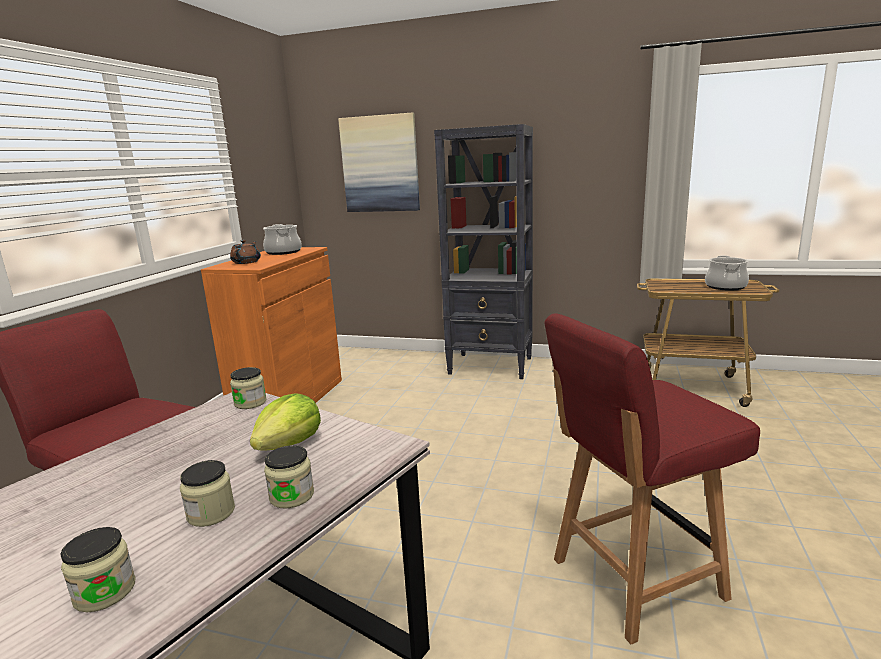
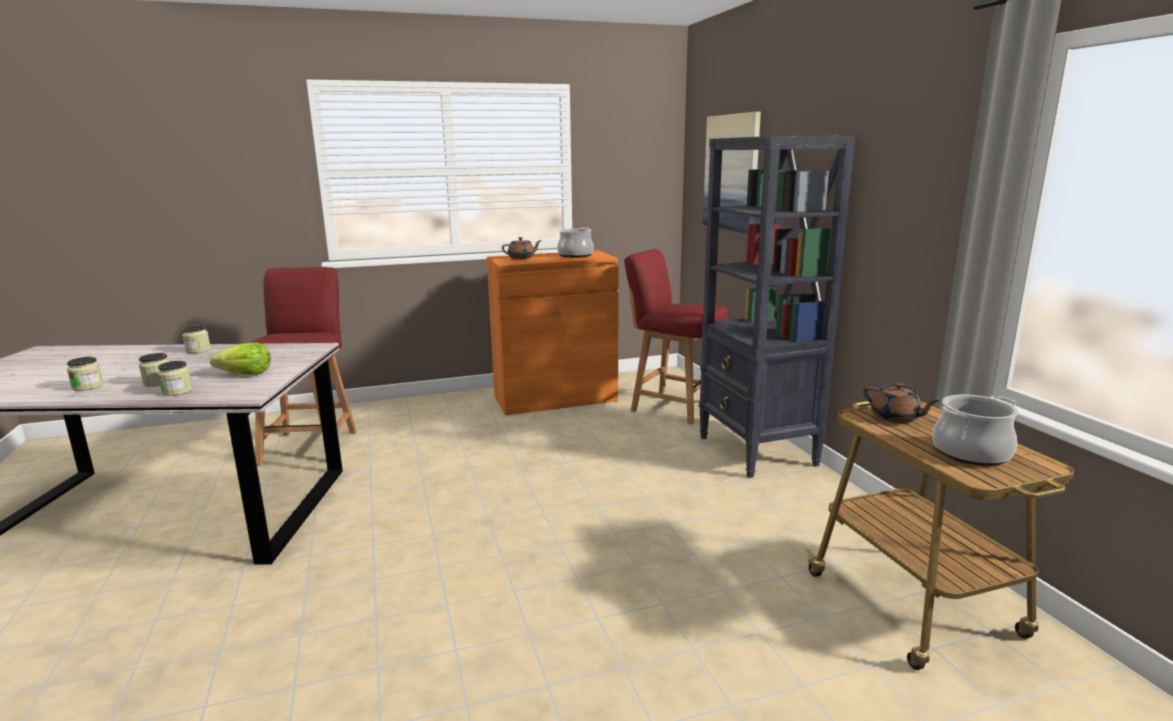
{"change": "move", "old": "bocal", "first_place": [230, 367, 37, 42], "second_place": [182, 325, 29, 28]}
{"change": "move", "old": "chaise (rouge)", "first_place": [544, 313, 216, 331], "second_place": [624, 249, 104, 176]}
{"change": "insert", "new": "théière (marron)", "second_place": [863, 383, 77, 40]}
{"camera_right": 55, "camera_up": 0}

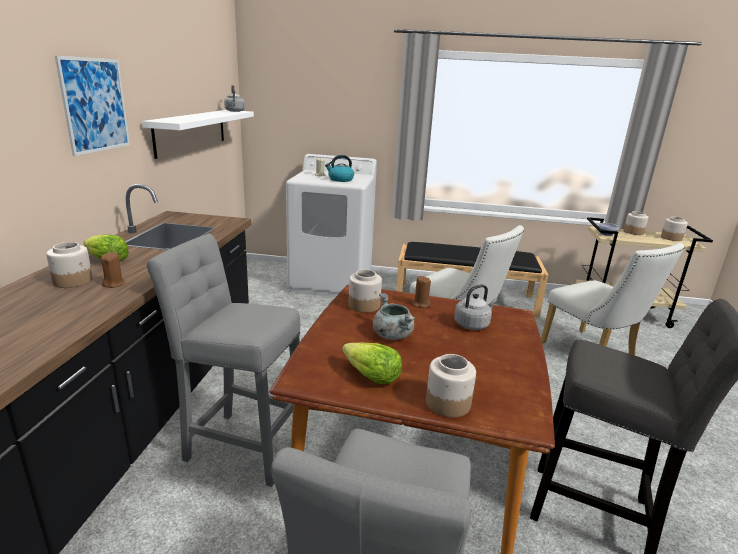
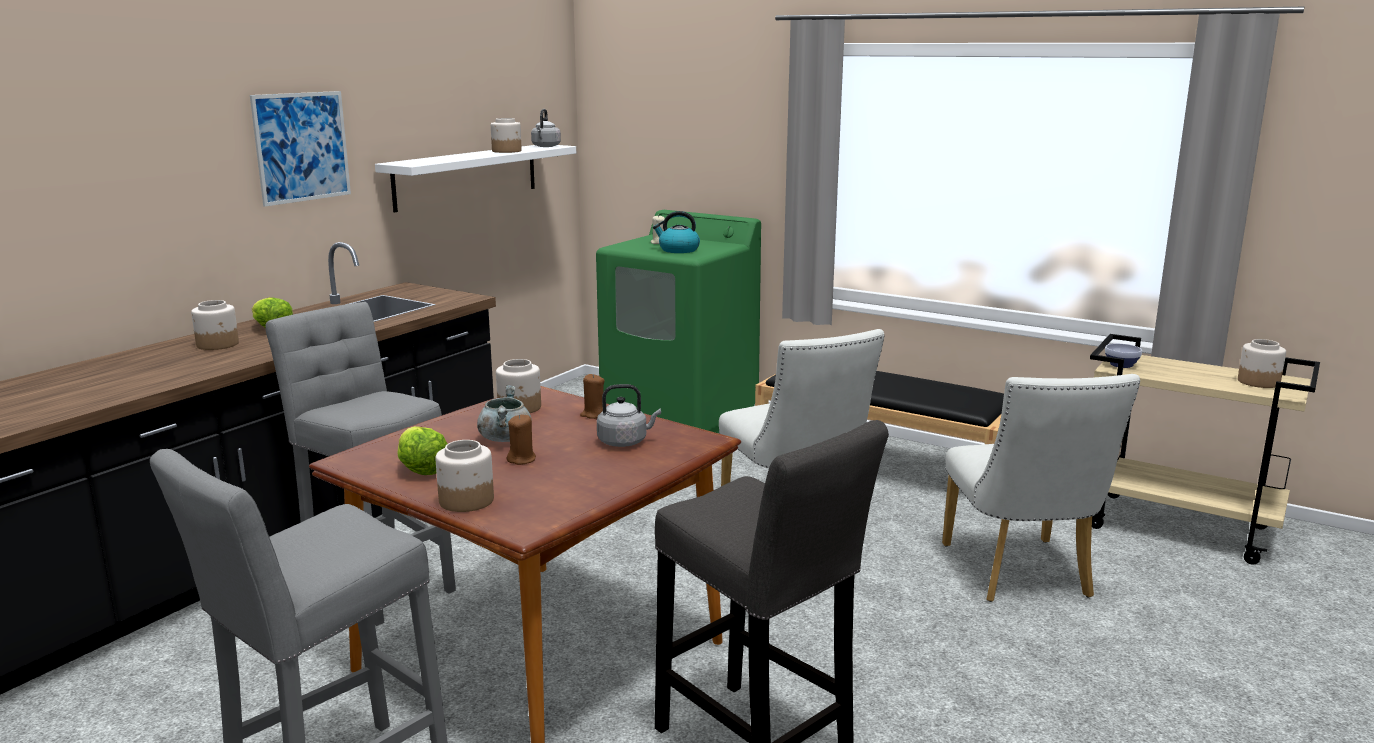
{"change": "move", "old": "bougie (marron)", "first_place": [101, 252, 24, 36], "second_place": [507, 414, 29, 51]}
{"change": "recolor", "old": "lave-linge (blanc)", "new": "lave-linge (vert)", "first_place": [286, 154, 91, 143], "second_place": [596, 210, 165, 223]}
{"change": "move", "old": "bocal", "first_place": [623, 211, 25, 24], "second_place": [491, 118, 31, 35]}
{"camera_right": 25, "camera_up": -5}

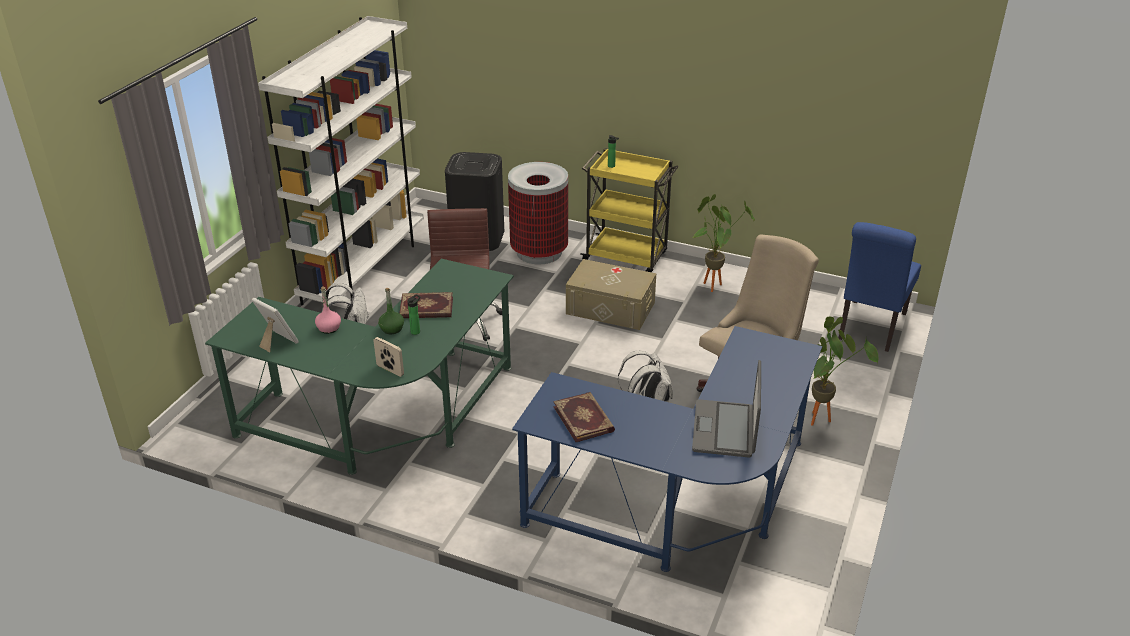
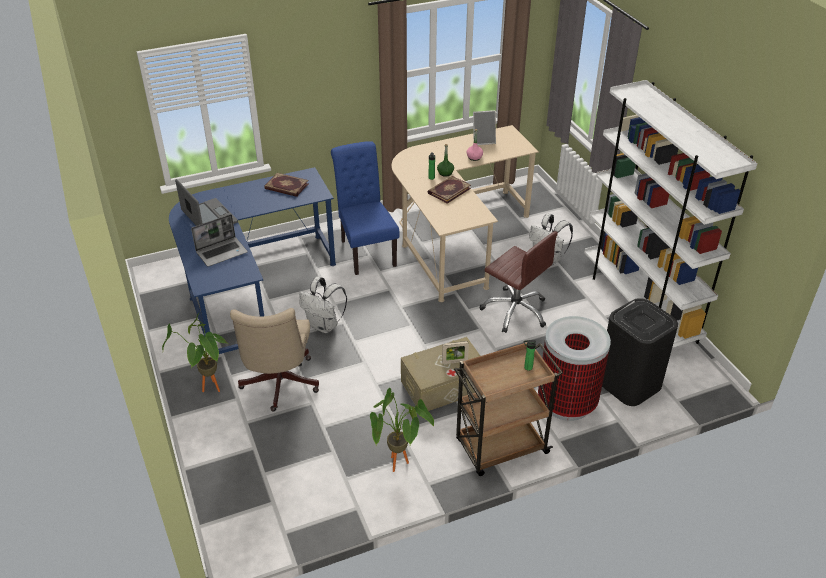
{"change": "recolor", "old": "bureau (vert)", "new": "bureau (beige)", "first_place": [205, 259, 309, 216], "second_place": [392, 125, 147, 177]}
{"change": "move", "old": "cadre photo", "first_place": [373, 337, 31, 40], "second_place": [442, 341, 27, 23]}
{"change": "recolor", "old": "chariot (jaune)", "new": "chariot (marron)", "first_place": [580, 148, 98, 124], "second_place": [454, 342, 109, 134]}
{"change": "move", "old": "chaise (bleu)", "first_place": [838, 222, 83, 130], "second_place": [331, 141, 68, 134]}
{"change": "insert", "new": "ordinateur portable", "second_place": [191, 214, 57, 53]}
{"camera_right": 135, "camera_up": 5}

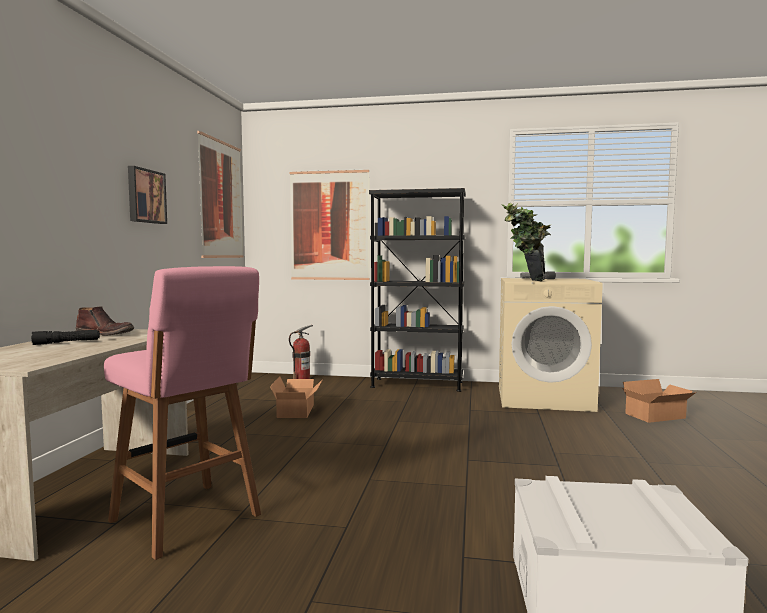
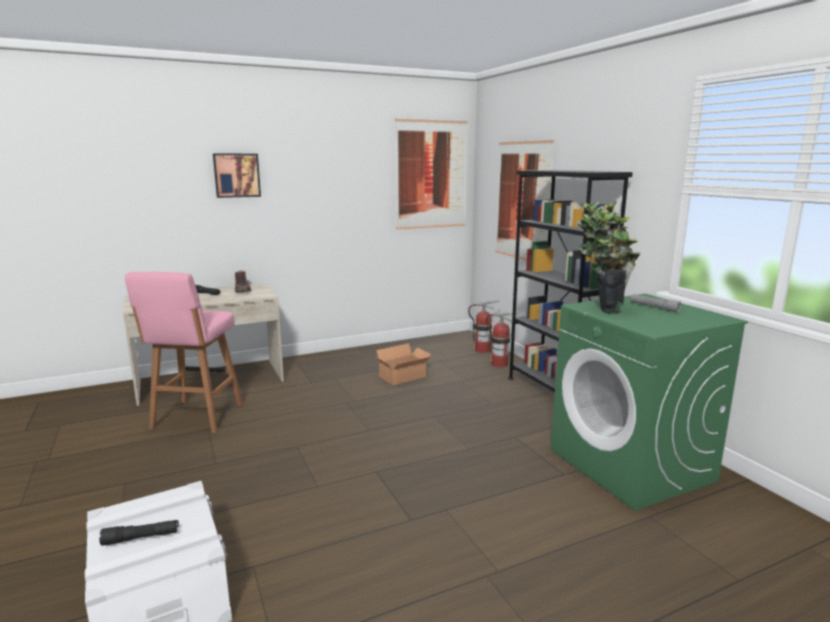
{"change": "move", "old": "tableau", "first_place": [128, 166, 39, 58], "second_place": [213, 154, 48, 44]}
{"change": "recolor", "old": "lave-linge (beige)", "new": "lave-linge (vert)", "first_place": [499, 278, 104, 134], "second_place": [551, 293, 197, 218]}
{"change": "delete", "old": "carton", "first_place": [623, 379, 74, 44]}
{"change": "insert", "new": "lampe de poche (noir)", "second_place": [99, 520, 80, 26]}
{"change": "insert", "new": "extincteur", "second_place": [486, 313, 32, 55]}
{"camera_right": 55, "camera_up": 10}

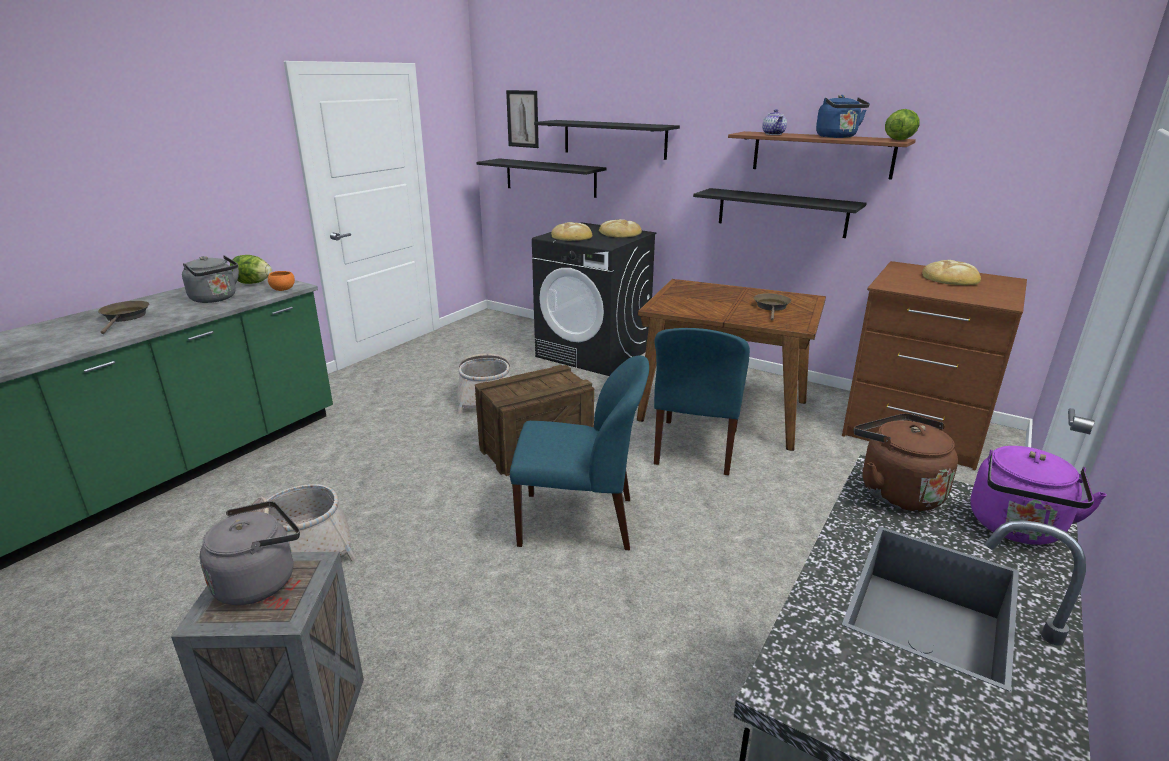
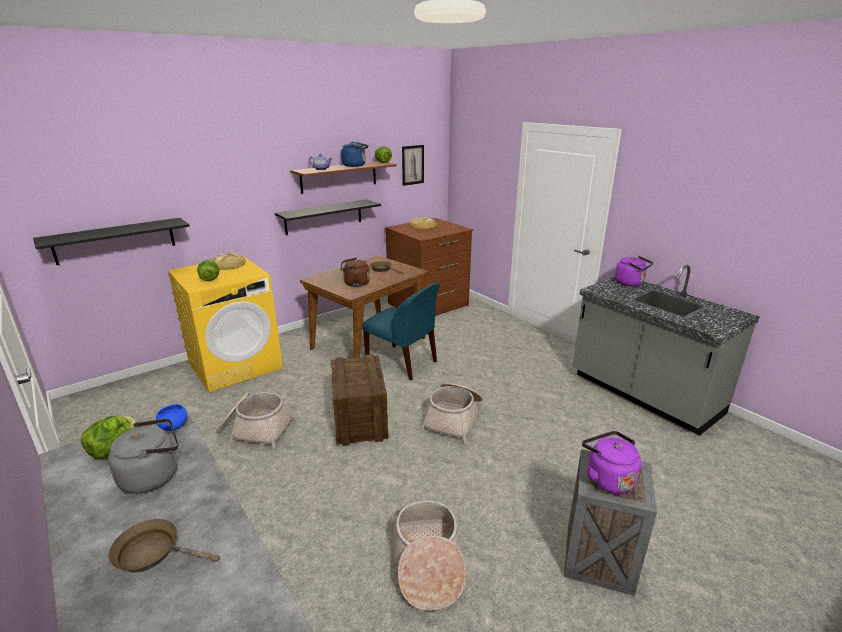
{"change": "recolor", "old": "bouilloire (gris)", "new": "bouilloire (violet)", "first_place": [199, 501, 101, 104], "second_place": [582, 431, 60, 63]}
{"change": "recolor", "old": "bol (orange)", "new": "bol (bleu)", "first_place": [268, 271, 27, 20], "second_place": [156, 404, 31, 27]}
{"change": "move", "old": "tableau", "first_place": [506, 90, 33, 58], "second_place": [402, 145, 22, 41]}
{"change": "replace", "old": "chaise (bleu)", "new": "panier", "first_place": [510, 356, 139, 194], "second_place": [420, 383, 63, 61]}
{"change": "recolor", "old": "lave-linge (noir)", "new": "lave-linge (jaune)", "first_place": [532, 222, 125, 154], "second_place": [168, 256, 115, 137]}
{"change": "delete", "old": "étagère (noir)", "first_place": [534, 120, 146, 40]}
{"change": "replace", "old": "pain", "new": "laitue", "first_place": [551, 222, 41, 19], "second_place": [197, 260, 22, 21]}
{"change": "move", "old": "bouilloire (marron)", "first_place": [854, 413, 104, 98], "second_place": [341, 258, 29, 29]}
{"camera_right": -70, "camera_up": 0}

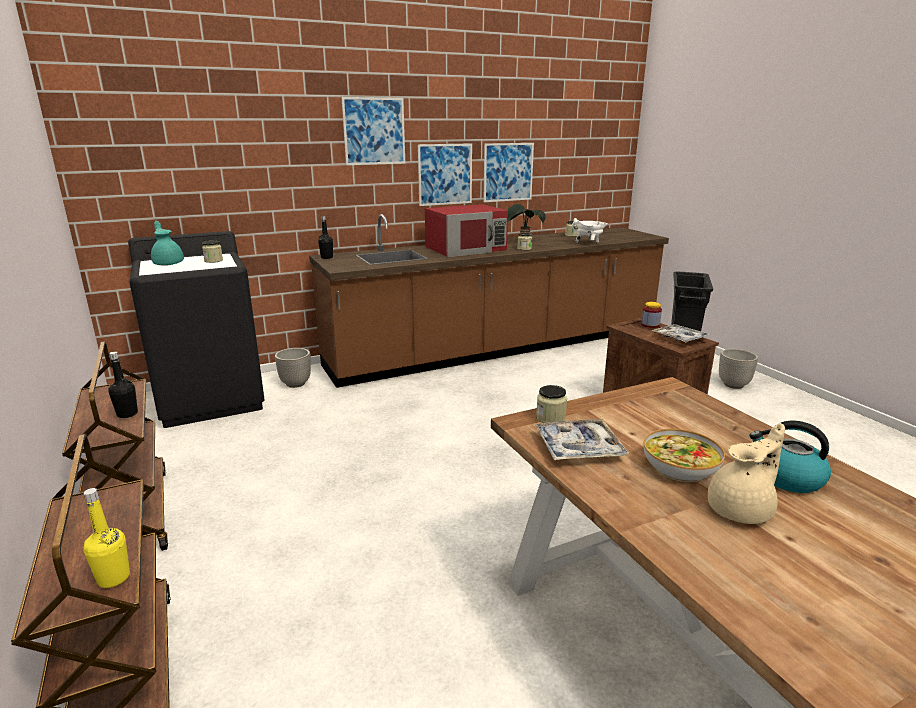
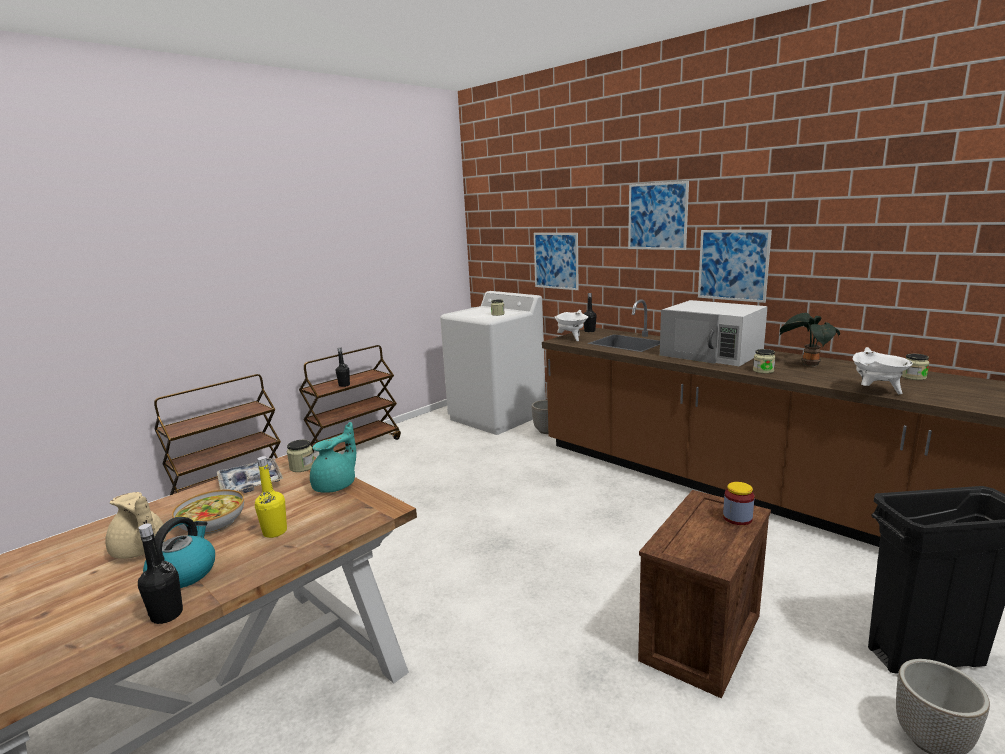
{"change": "move", "old": "bouteille (jaune)", "first_place": [83, 488, 47, 100], "second_place": [255, 456, 32, 82]}
{"change": "recolor", "old": "lave-linge (noir)", "new": "lave-linge (blanc)", "first_place": [128, 231, 137, 197], "second_place": [440, 291, 106, 144]}
{"change": "move", "old": "théière (turquoise)", "first_place": [151, 221, 33, 45], "second_place": [310, 422, 46, 71]}
{"change": "recolor", "old": "micro-ondes (rouge)", "new": "micro-ondes (blanc)", "first_place": [425, 204, 83, 53], "second_place": [660, 300, 108, 66]}
{"change": "move", "old": "tableau", "first_place": [483, 143, 51, 59], "second_place": [534, 233, 45, 57]}
{"change": "delete", "old": "plateau", "first_place": [651, 324, 59, 19]}
{"change": "insert", "new": "bouteille (noir)", "second_place": [138, 523, 45, 101]}
{"change": "insert", "new": "marmite (blanc)", "second_place": [555, 310, 33, 31]}
{"camera_right": 70, "camera_up": -5}

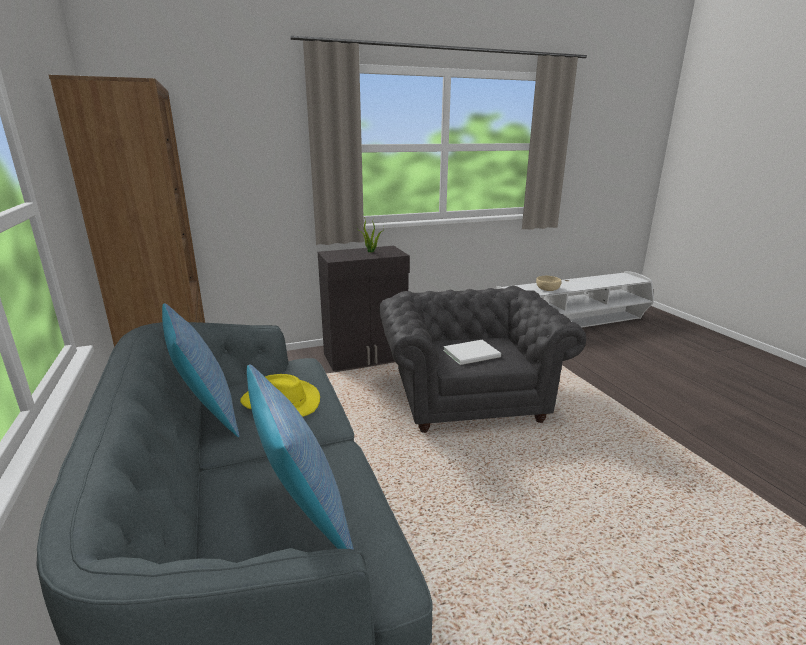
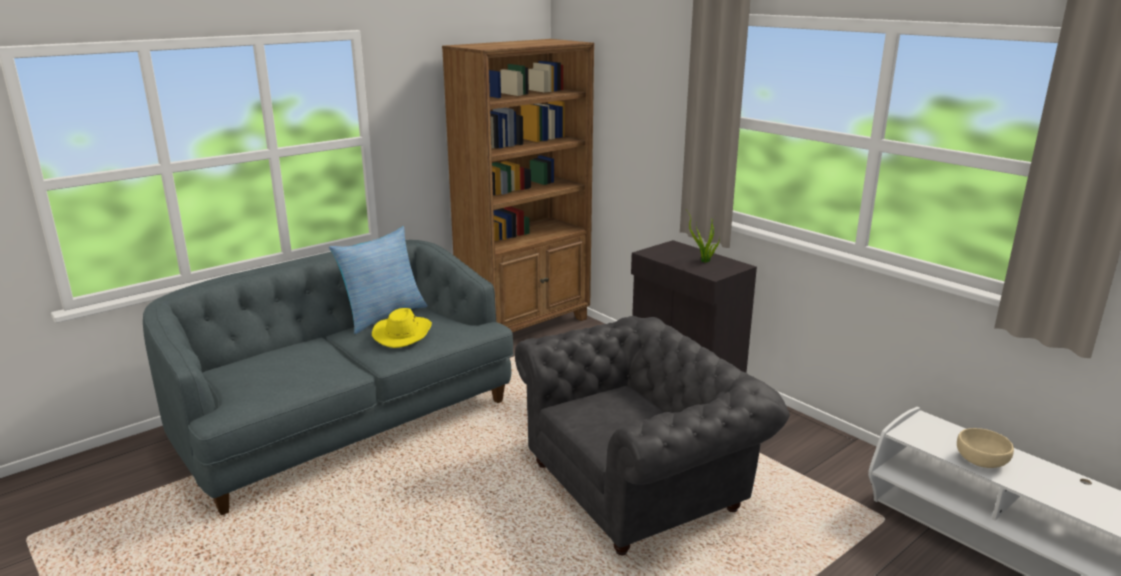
{"change": "delete", "old": "coussin", "first_place": [247, 364, 107, 186]}
{"change": "delete", "old": "livre (blanc)", "first_place": [443, 340, 58, 25]}
{"camera_right": 70, "camera_up": 0}

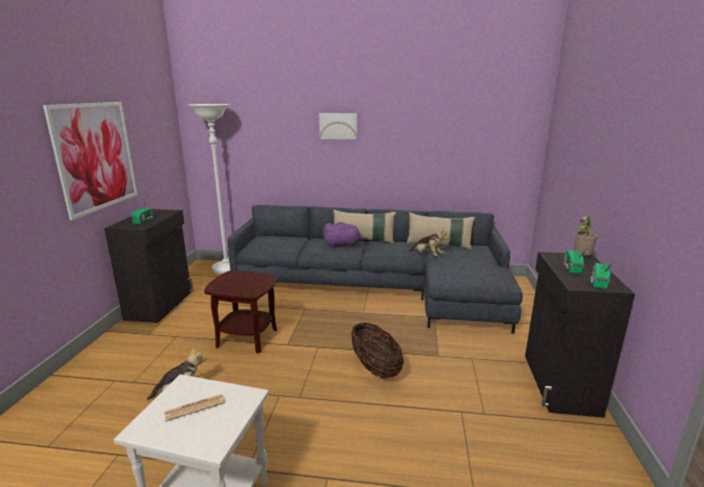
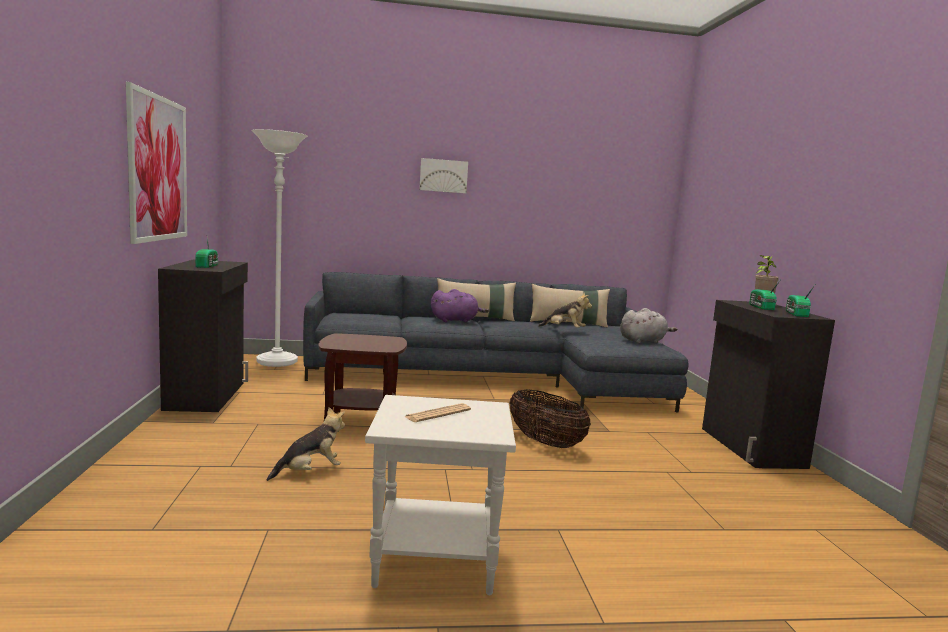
{"change": "insert", "new": "peluche (gris)", "second_place": [620, 308, 58, 36]}
{"camera_right": -15, "camera_up": -10}

